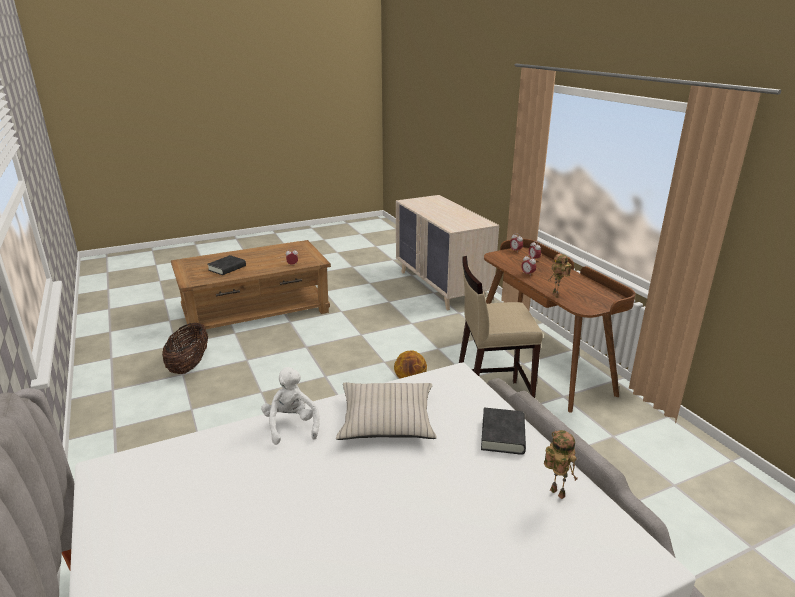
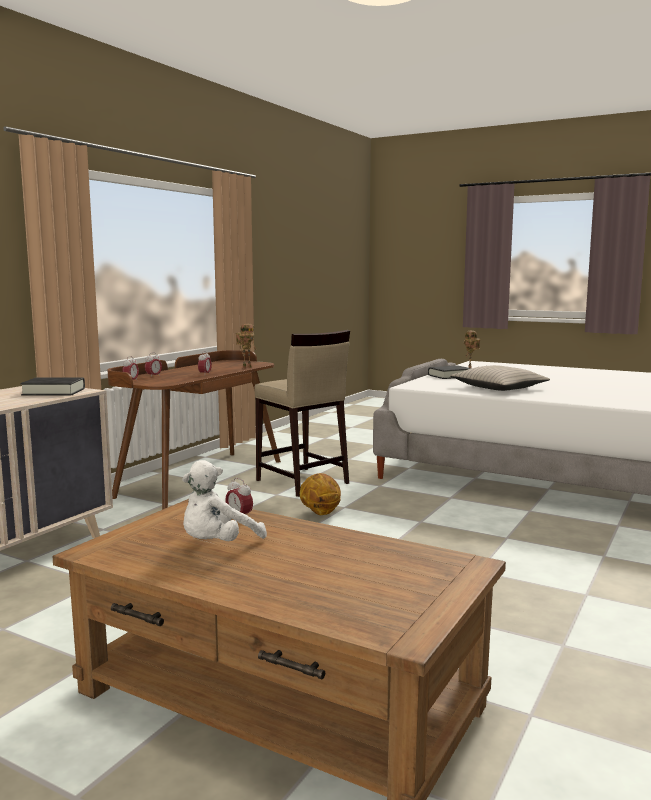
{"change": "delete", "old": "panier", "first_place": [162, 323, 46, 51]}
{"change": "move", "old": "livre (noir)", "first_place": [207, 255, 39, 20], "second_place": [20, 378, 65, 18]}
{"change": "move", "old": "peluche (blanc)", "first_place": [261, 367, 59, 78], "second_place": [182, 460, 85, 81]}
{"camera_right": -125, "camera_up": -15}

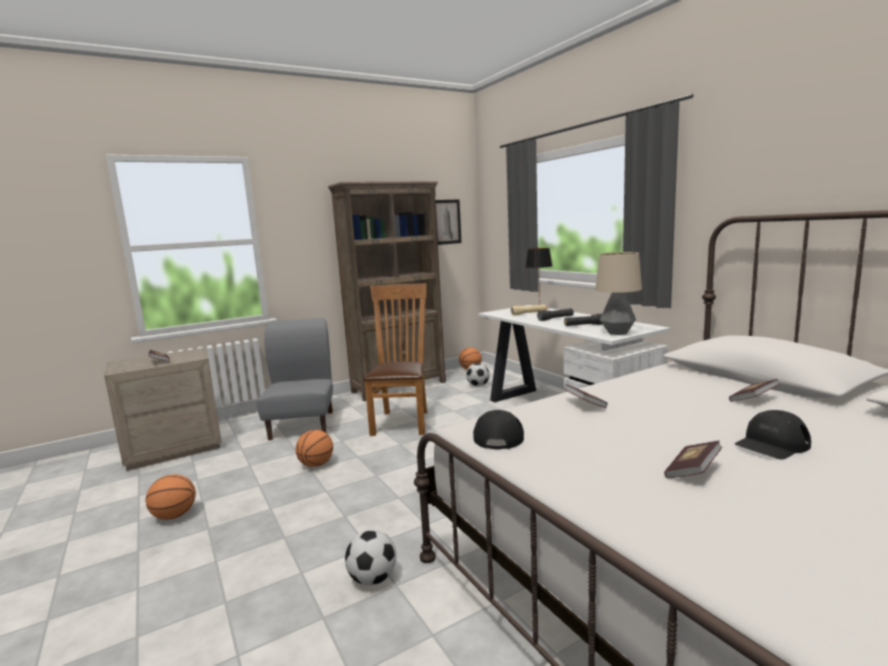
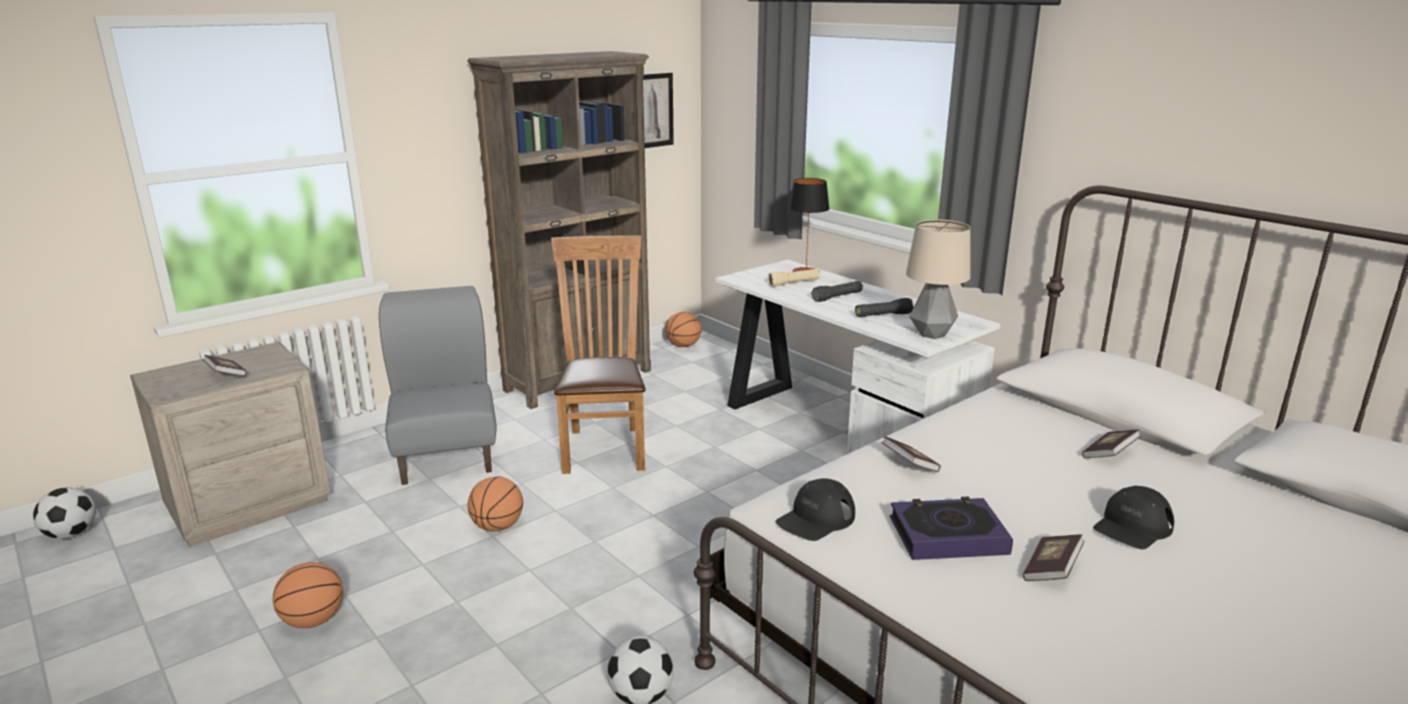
{"change": "move", "old": "ballon de foot", "first_place": [466, 363, 24, 24], "second_place": [33, 487, 63, 52]}
{"change": "rotate", "old": "casquette (noir)", "first_place": [473, 410, 51, 39], "second_place": [775, 478, 80, 63], "degrees": -135}
{"change": "insert", "new": "livre", "second_place": [890, 497, 123, 63]}
{"camera_right": -10, "camera_up": 10}

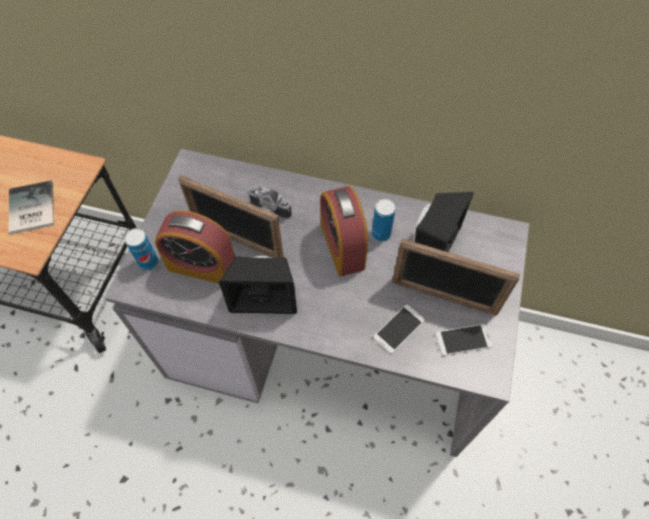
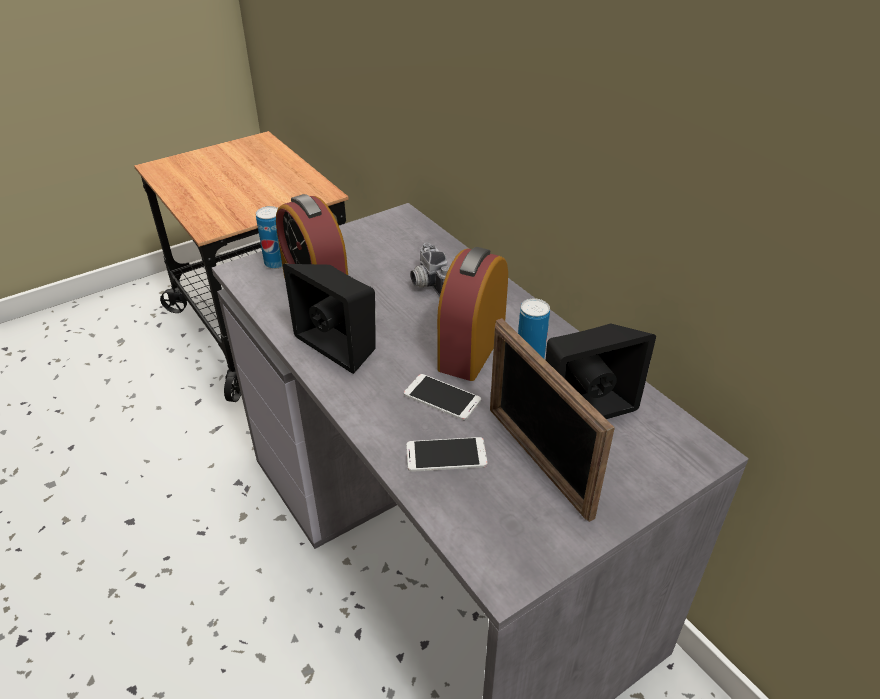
{"change": "delete", "old": "livre", "first_place": [8, 181, 46, 53]}
{"change": "delete", "old": "cadre photo", "first_place": [178, 175, 105, 83]}
{"change": "move", "old": "téléphone", "first_place": [435, 324, 57, 32], "second_place": [404, 374, 77, 46]}
{"camera_right": 40, "camera_up": -20}

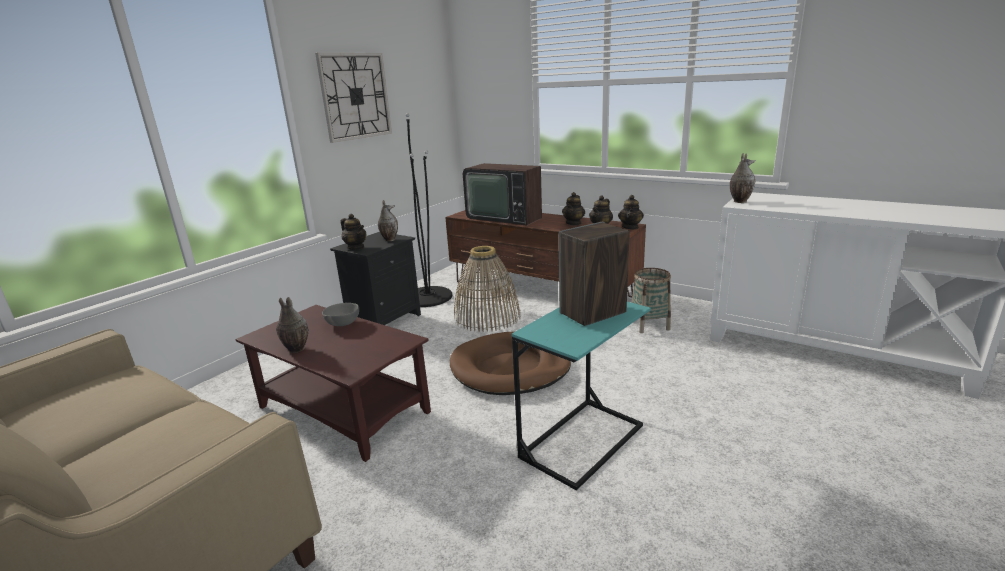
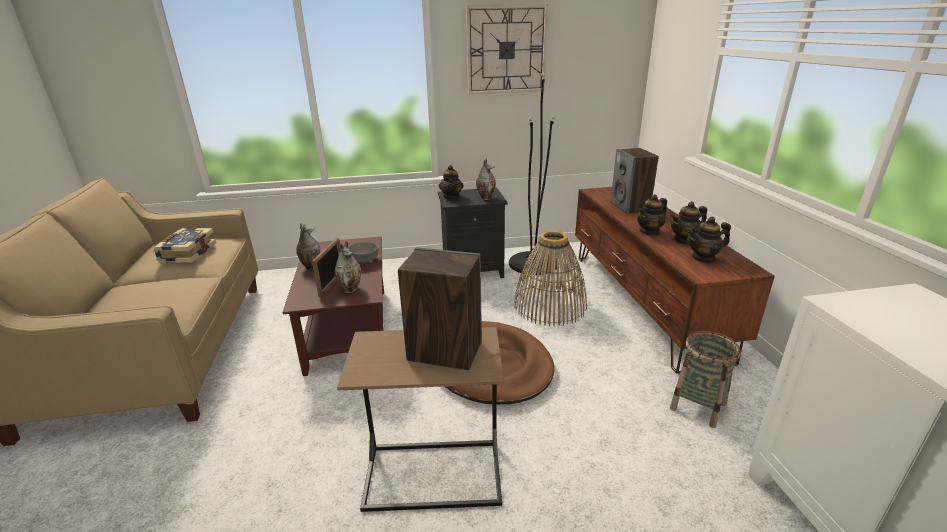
{"change": "replace", "old": "téléviseur", "new": "enceinte", "first_place": [463, 163, 79, 63], "second_place": [611, 148, 48, 66]}
{"change": "recolor", "old": "table d'appoint (turquoise)", "new": "table d'appoint (marron)", "first_place": [511, 302, 140, 188], "second_place": [337, 327, 167, 185]}
{"change": "move", "old": "théière", "first_place": [618, 195, 26, 34], "second_place": [637, 194, 30, 42]}
{"change": "move", "old": "vase", "first_place": [730, 153, 26, 50], "second_place": [335, 241, 26, 52]}
{"change": "insert", "new": "livre", "second_place": [153, 228, 63, 35]}
{"change": "insert", "new": "cadre photo", "second_place": [312, 238, 28, 59]}
{"camera_right": 45, "camera_up": 5}

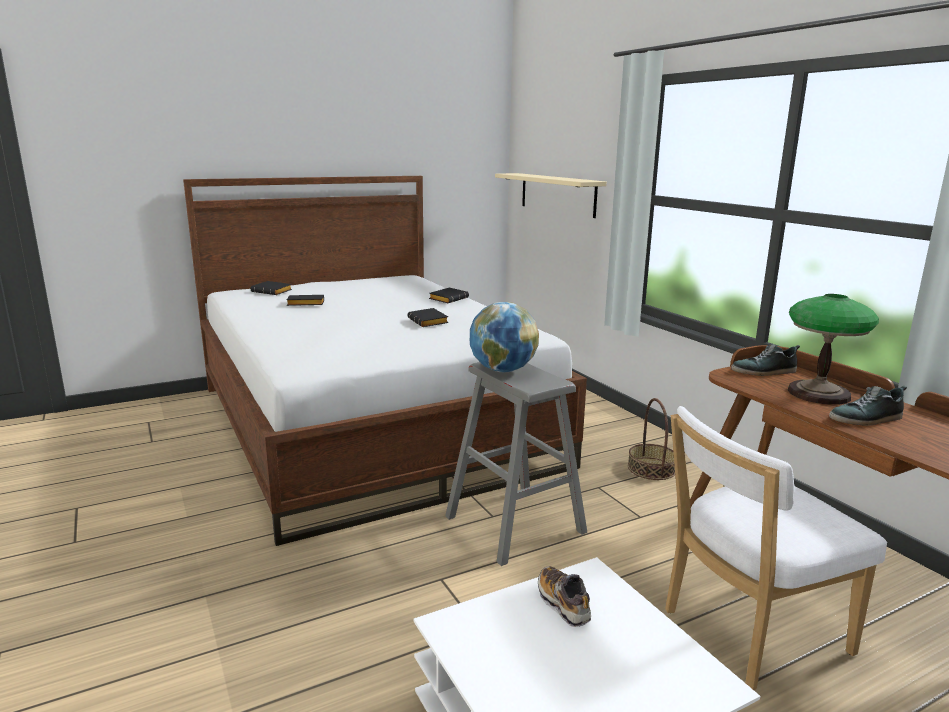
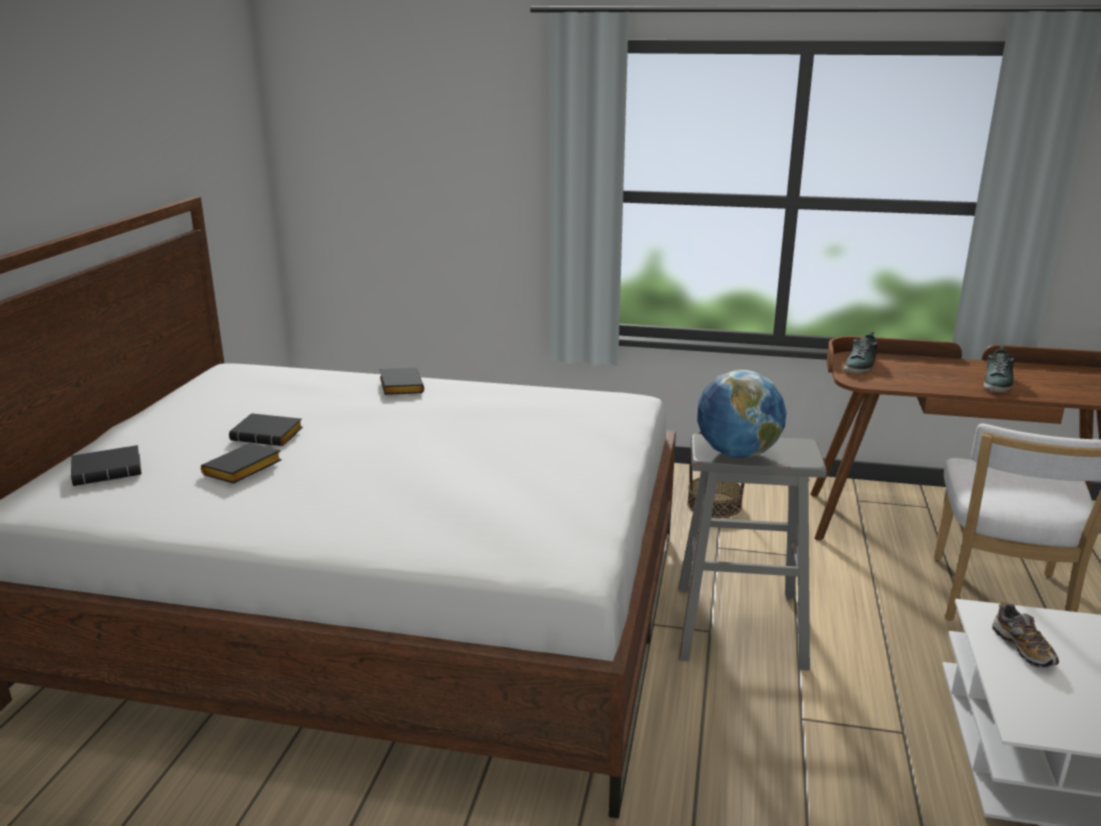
{"change": "move", "old": "livre (noir)", "first_place": [408, 308, 40, 19], "second_place": [229, 413, 74, 33]}
{"change": "delete", "old": "étagère (beige)", "first_place": [495, 173, 112, 45]}
{"change": "rotate", "old": "chaussure", "first_place": [538, 566, 53, 61], "second_place": [992, 602, 67, 67], "degrees": -120}
{"change": "delete", "old": "lampe de table", "first_place": [787, 294, 92, 111]}
{"camera_right": -50, "camera_up": 5}

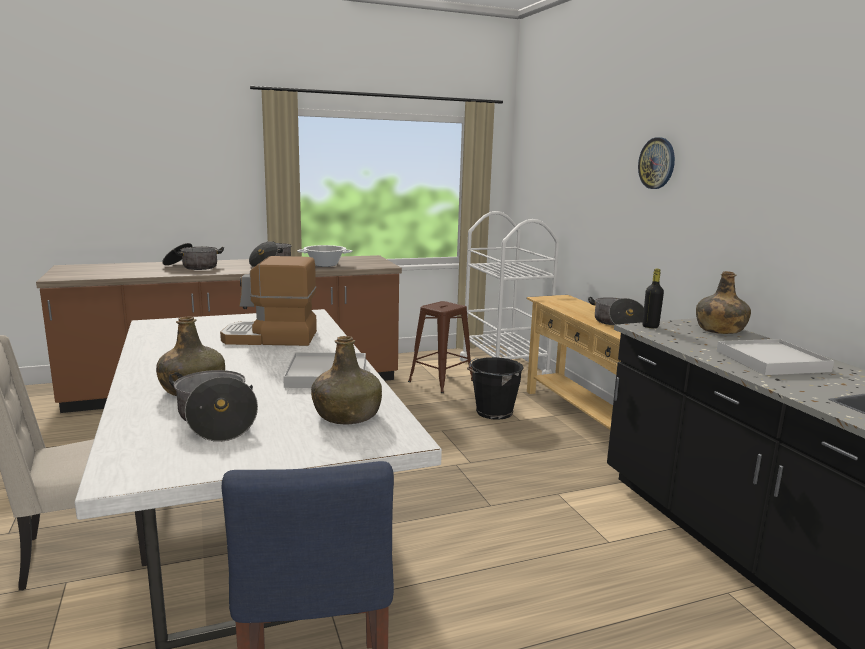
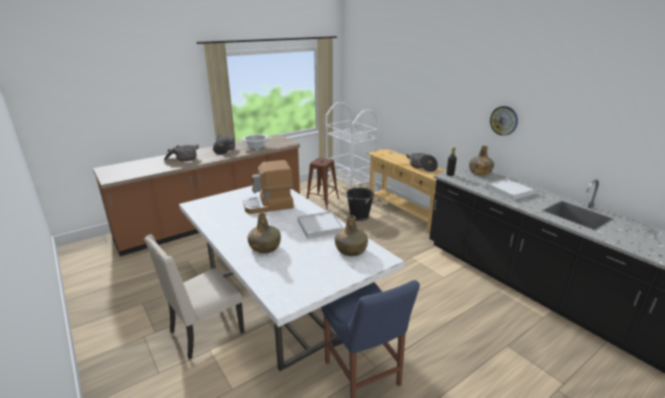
{"change": "delete", "old": "marmite", "first_place": [169, 370, 89, 72]}
{"change": "move", "old": "horloge murale", "first_place": [638, 137, 37, 52], "second_place": [490, 106, 28, 30]}
{"camera_right": -15, "camera_up": 10}

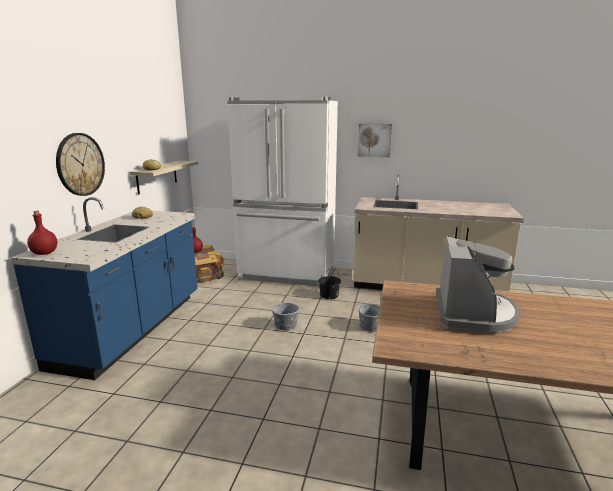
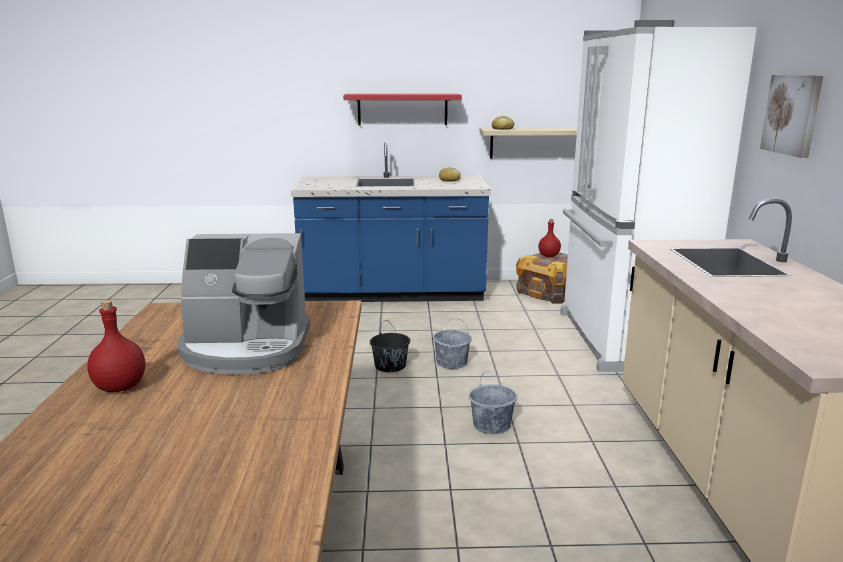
{"change": "move", "old": "bouteille (rouge)", "first_place": [27, 211, 31, 44], "second_place": [87, 300, 58, 92]}
{"change": "replace", "old": "horloge murale", "new": "étagère (rouge)", "first_place": [56, 133, 49, 63], "second_place": [343, 94, 119, 32]}
{"change": "move", "old": "seau (noir)", "first_place": [318, 269, 23, 30], "second_place": [370, 320, 40, 52]}
{"camera_right": 75, "camera_up": 0}

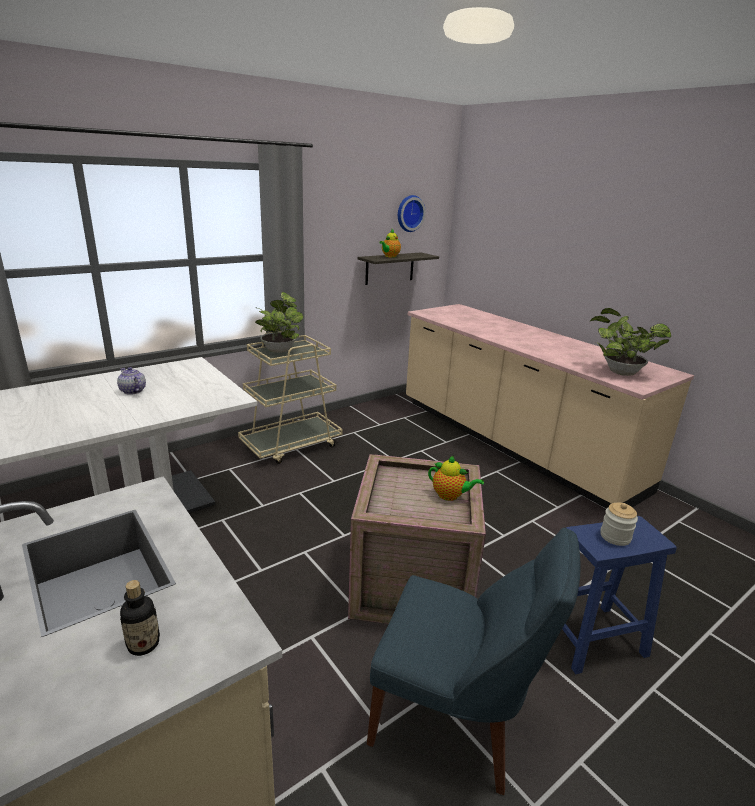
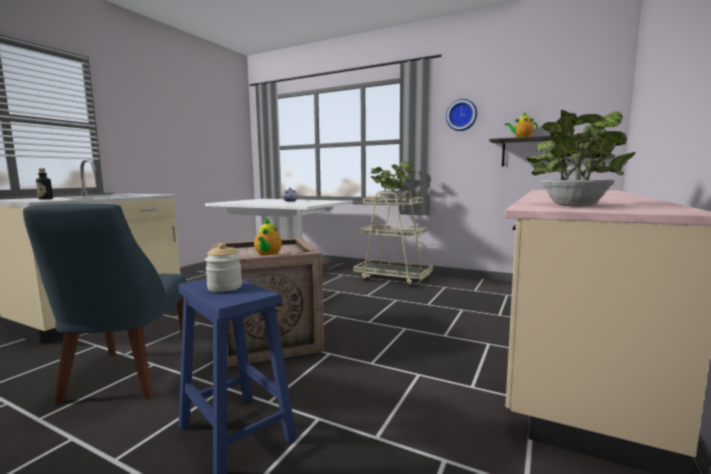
{"change": "move", "old": "horloge murale", "first_place": [398, 195, 28, 37], "second_place": [446, 99, 31, 32]}
{"camera_right": 65, "camera_up": -15}

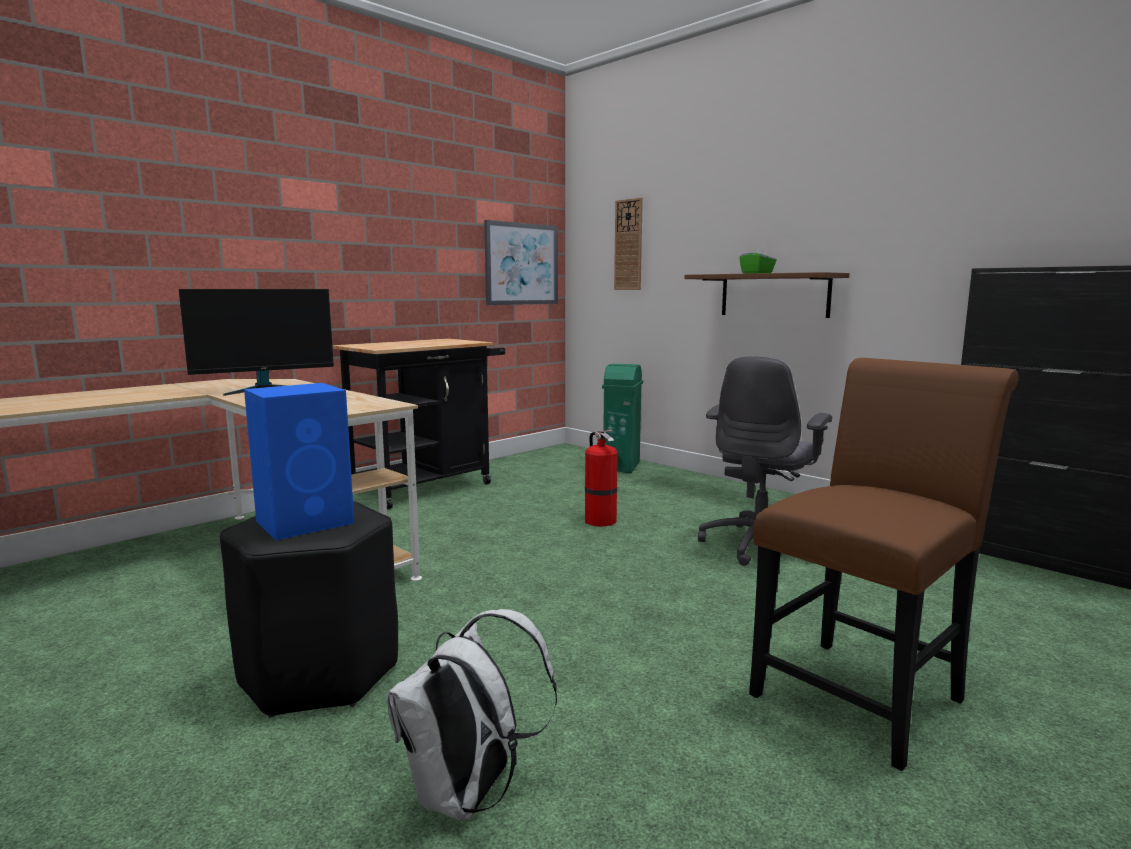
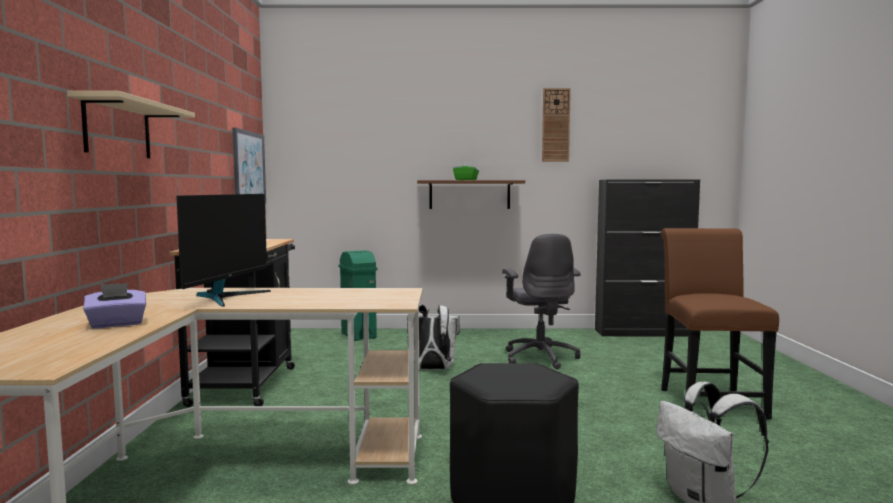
{"change": "delete", "old": "enceinte (bleu)", "first_place": [244, 383, 110, 157]}
{"change": "replace", "old": "extincteur", "new": "sac à dos (blanc)", "first_place": [585, 430, 33, 96], "second_place": [407, 305, 53, 65]}
{"change": "move", "old": "horloge murale", "first_place": [614, 198, 29, 92], "second_place": [542, 88, 29, 74]}
{"change": "insert", "new": "étagère (beige)", "second_place": [67, 91, 128, 67]}
{"change": "insert", "new": "boîte à mouchoirs (violet)", "second_place": [83, 283, 63, 46]}
{"camera_right": -45, "camera_up": -5}

